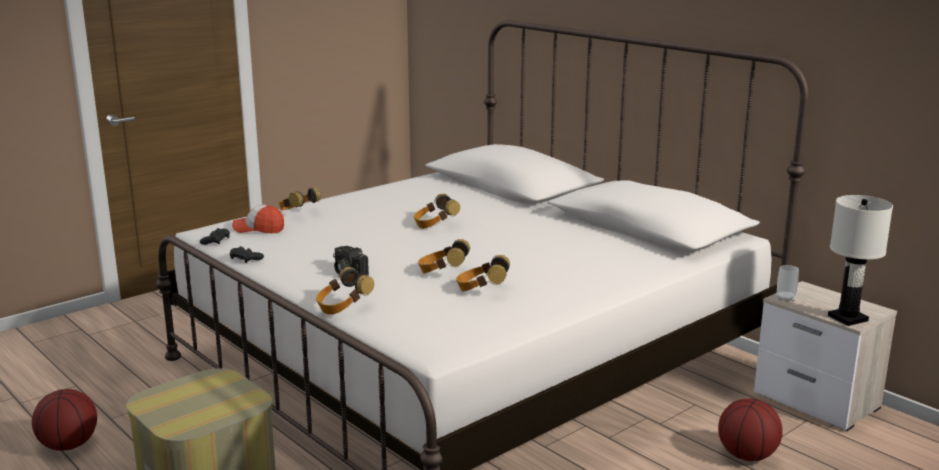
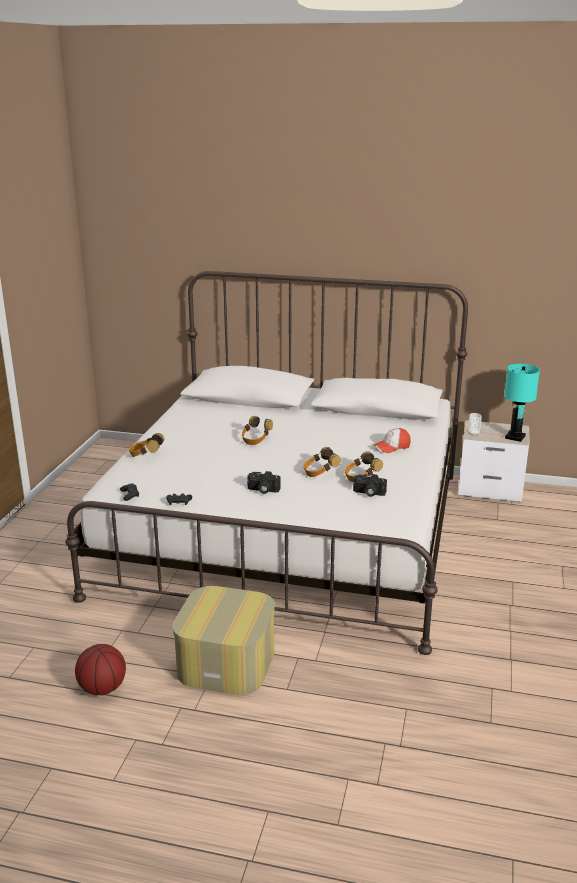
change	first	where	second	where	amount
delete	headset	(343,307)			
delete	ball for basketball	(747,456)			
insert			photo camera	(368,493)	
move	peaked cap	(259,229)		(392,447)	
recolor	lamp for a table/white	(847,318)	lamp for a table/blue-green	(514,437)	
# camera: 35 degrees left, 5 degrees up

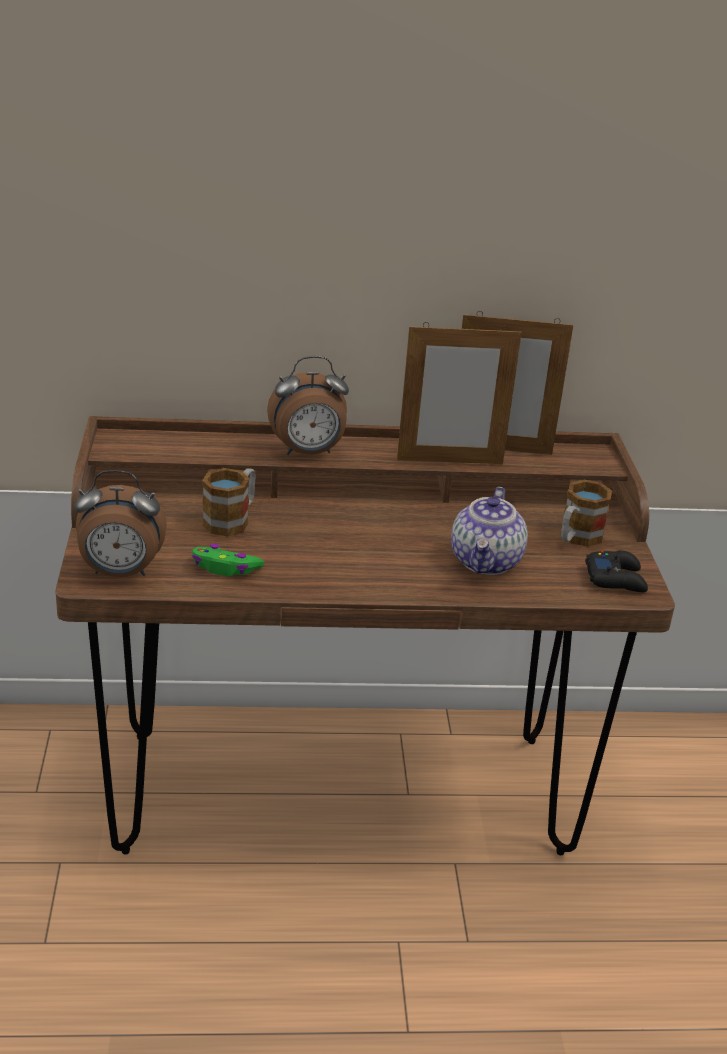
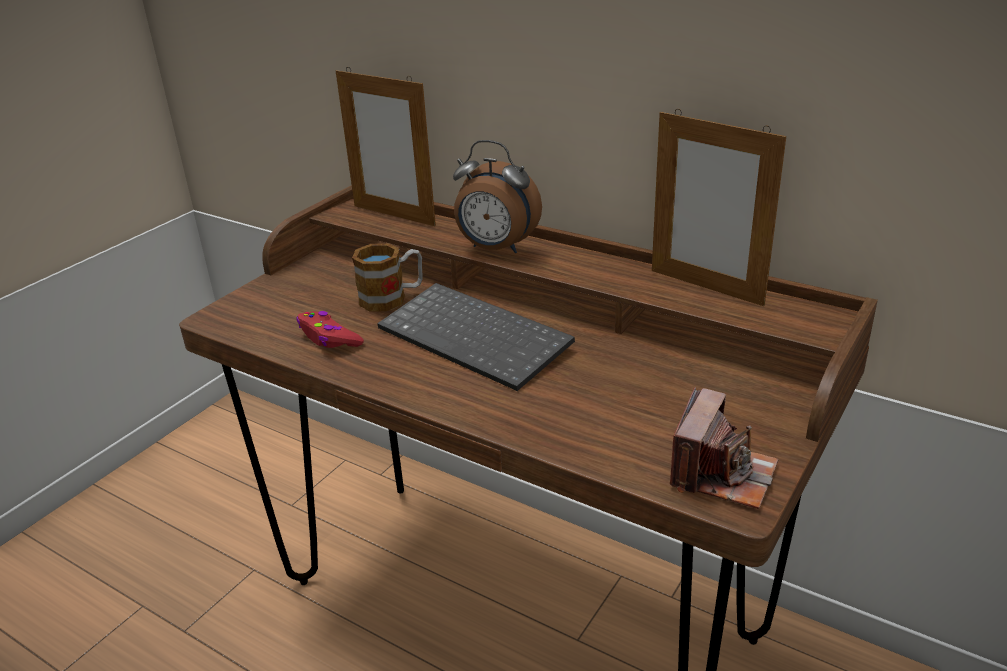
change	first	where	second	where	amount
delete	bedside clock	(120,573)			
delete	tea pot	(487,562)			
delete	coffee mug	(576,538)			
insert			keyboard	(478,338)	
move	standing frame	(450,461)		(394,215)	
replace	gamepad/blackish	(615,578)	photo camera	(721,474)	
recolor	gamepad/green	(225,568)	gamepad/red	(329,338)	
# camera: 40 degrees right, 0 degrees up

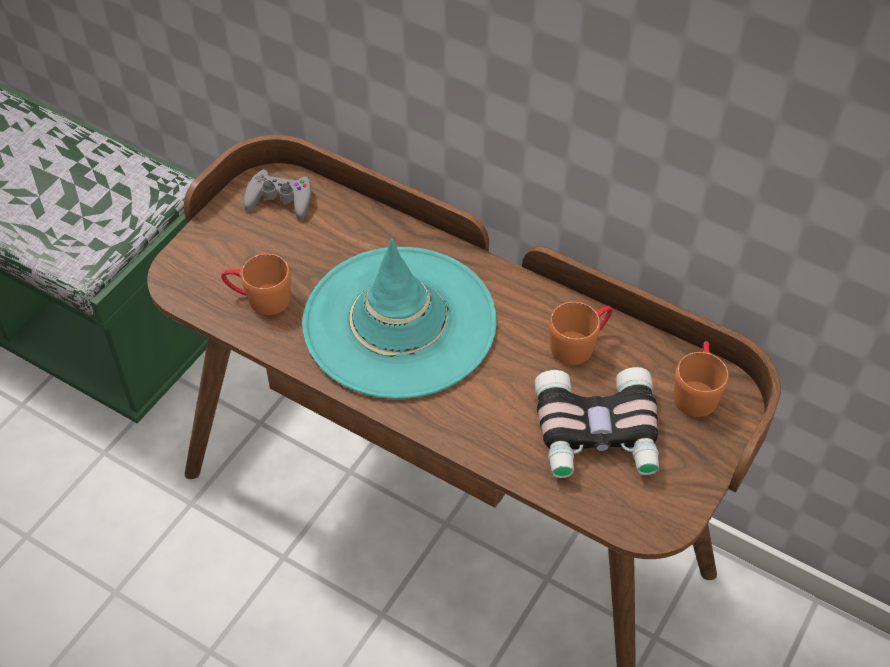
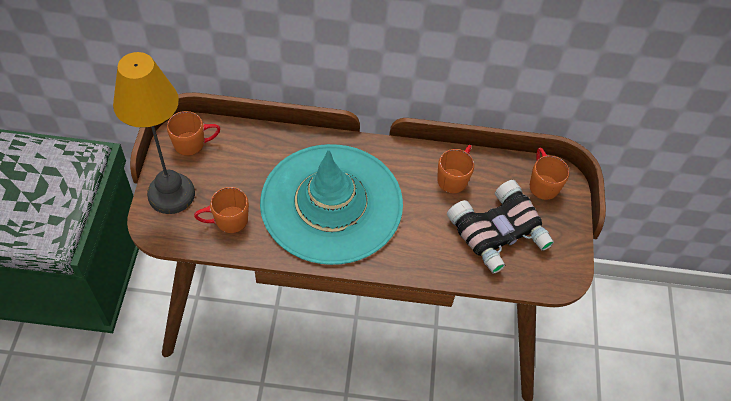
change	first	where	second	where	amount
insert			lamp for a table	(173,193)	
replace	gamepad/grey	(280,200)	coffee mug/orange	(196,142)	
# camera: 30 degrees left, 5 degrees up

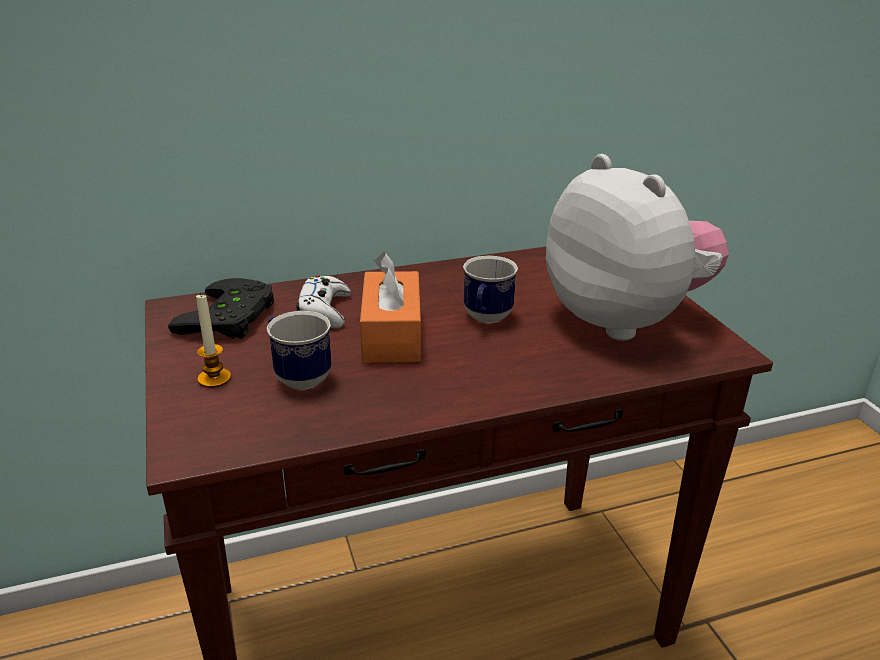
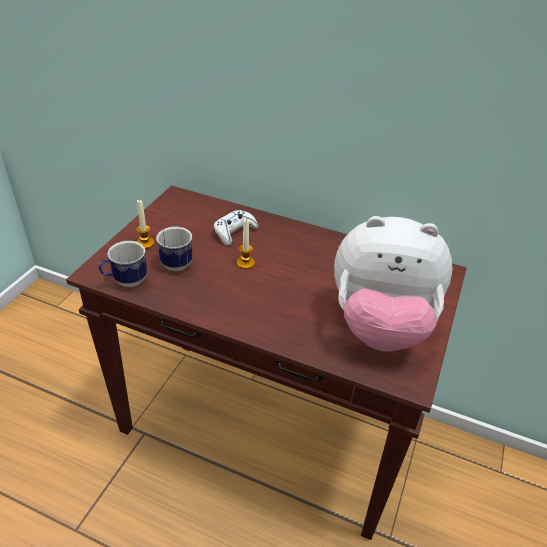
change	first	where	second	where	amount
delete	gamepad/blackish	(232,317)			
move	coffee mug	(486,319)		(126,282)	
replace	box of tissues/orange	(392,335)	candle	(245,263)	
rotate	plush toy	(624,320)		(380,325)	90 degrees clockwise
# camera: 40 degrees right, 10 degrees up

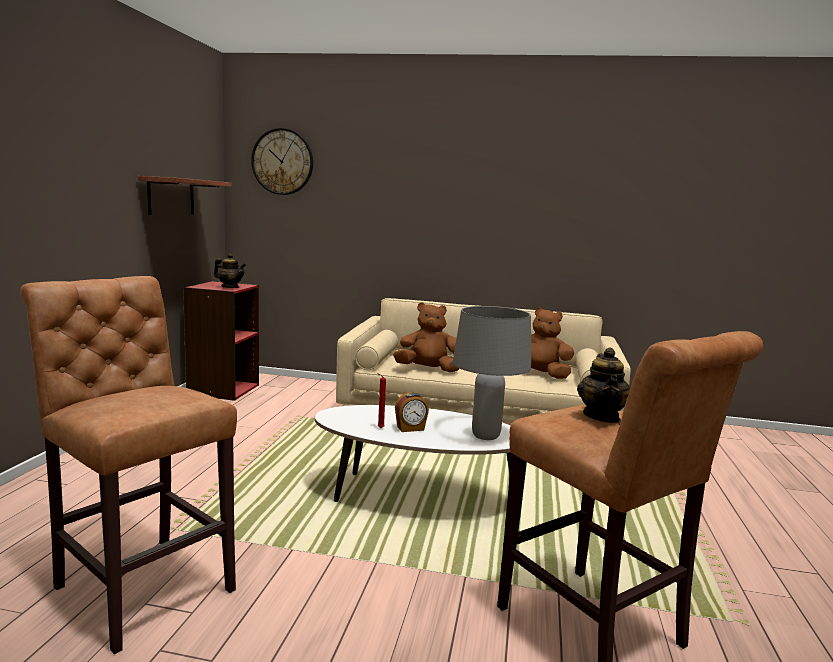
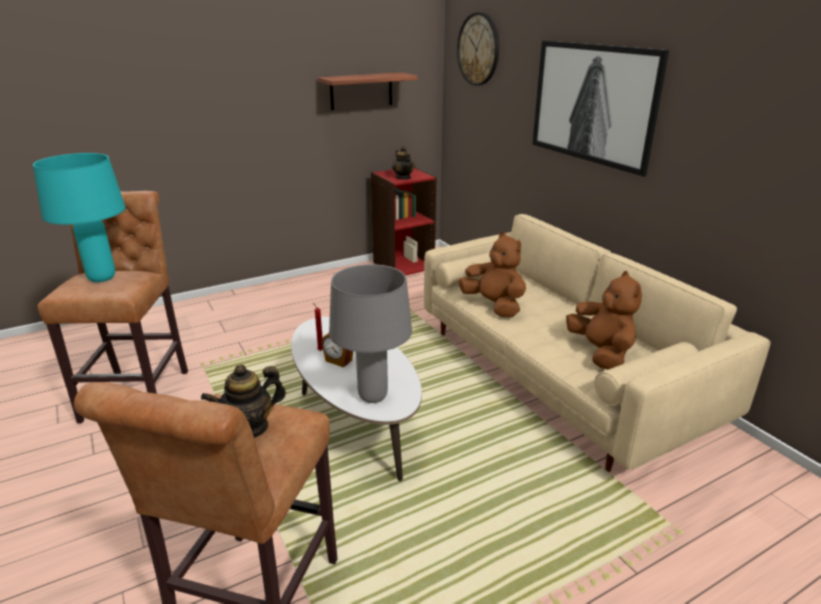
change	first	where	second	where	amount
insert			lamp for a table/blue-green	(102,278)	
insert			picture	(592,103)	
# camera: 50 degrees right, 15 degrees up

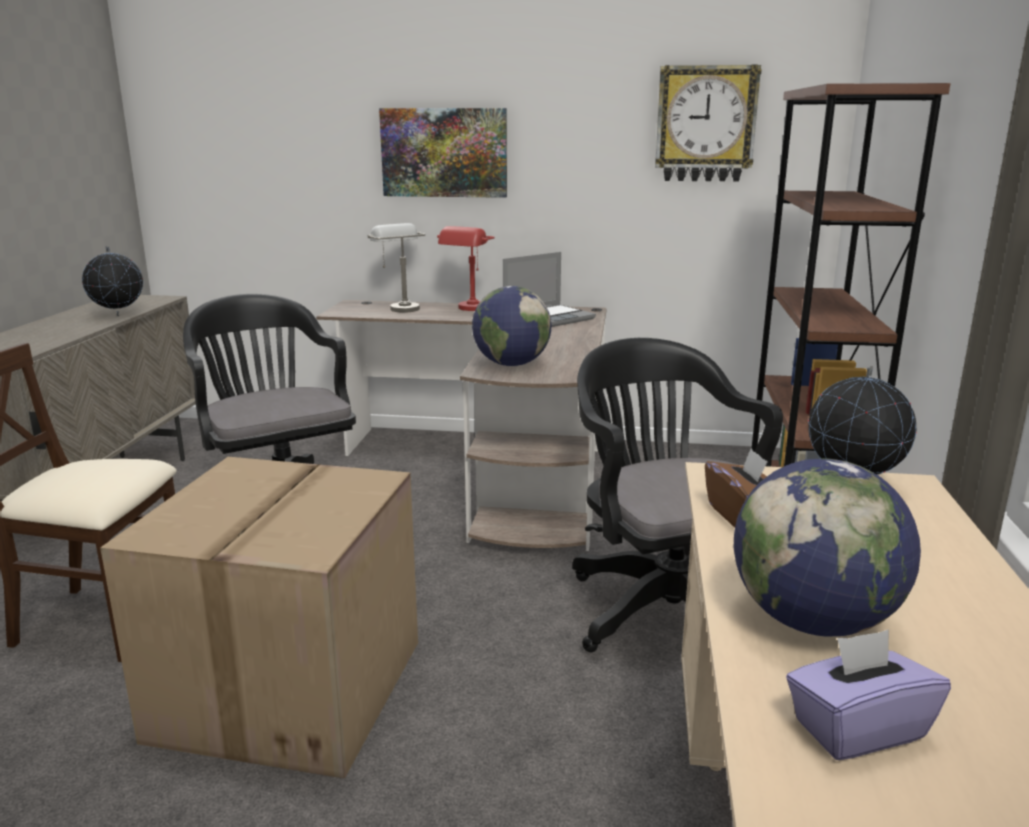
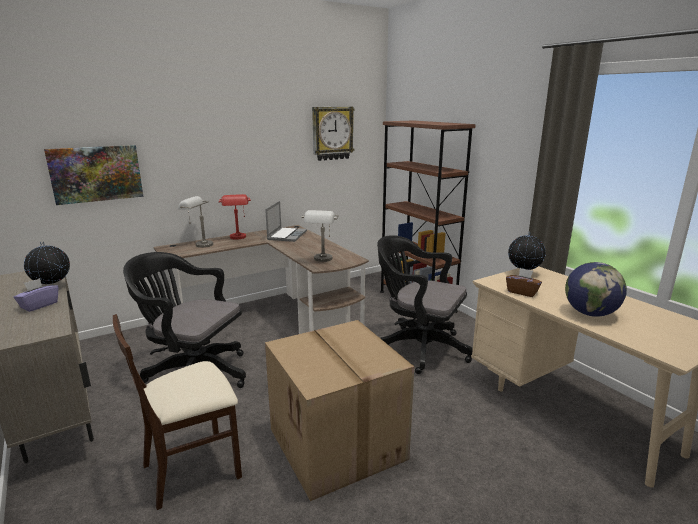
change	first	where	second	where	amount
move	picture	(444,153)		(96,173)	
move	box of tissues/purple-coloured	(857,728)		(39,305)	
replace	world globe	(511,364)	lamp for a table/grey	(322,261)	
# camera: 40 degrees left, 0 degrees up

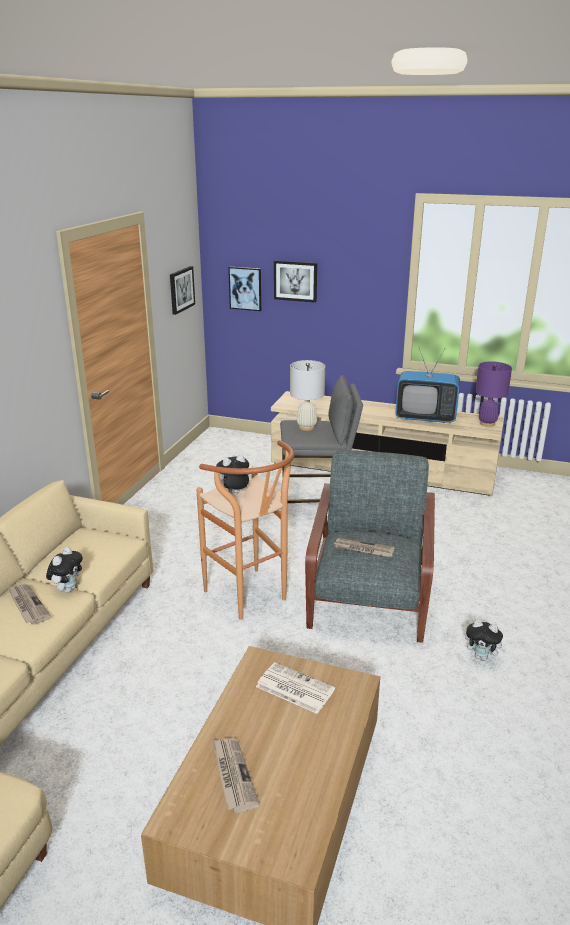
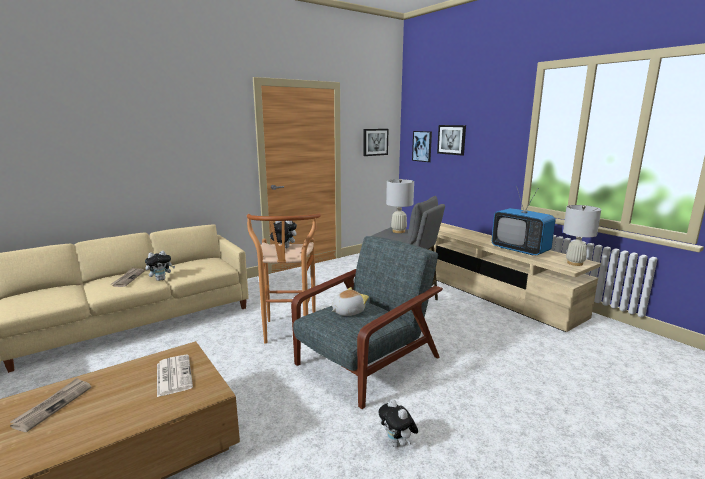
change	first	where	second	where	amount
replace	printed paper	(363,549)	plush toy	(347,312)	
recolor	lamp for a table/purple-coloured	(487,423)	lamp for a table/white	(575,263)	
# camera: 35 degrees right, 10 degrees down

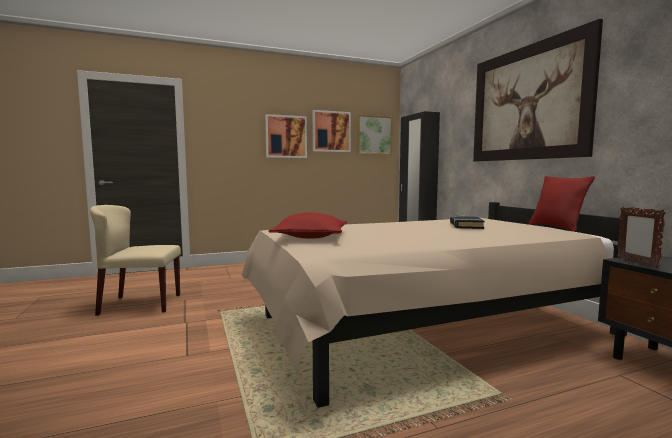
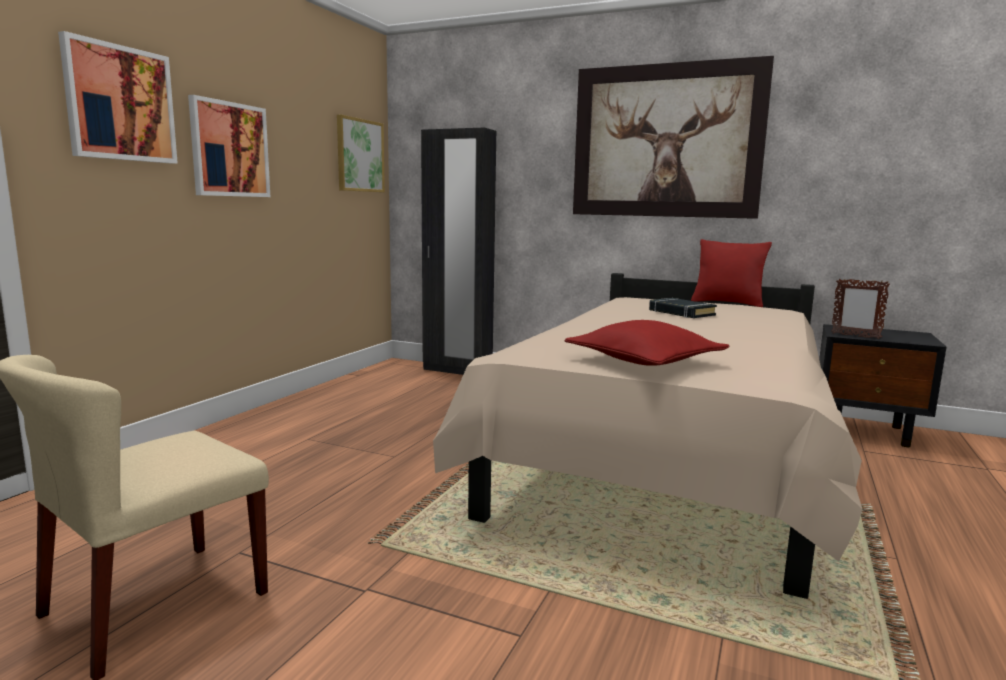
change	first	where	second	where	amount
move	picture	(331,131)		(120,103)	
# camera: 45 degrees left, 5 degrees up

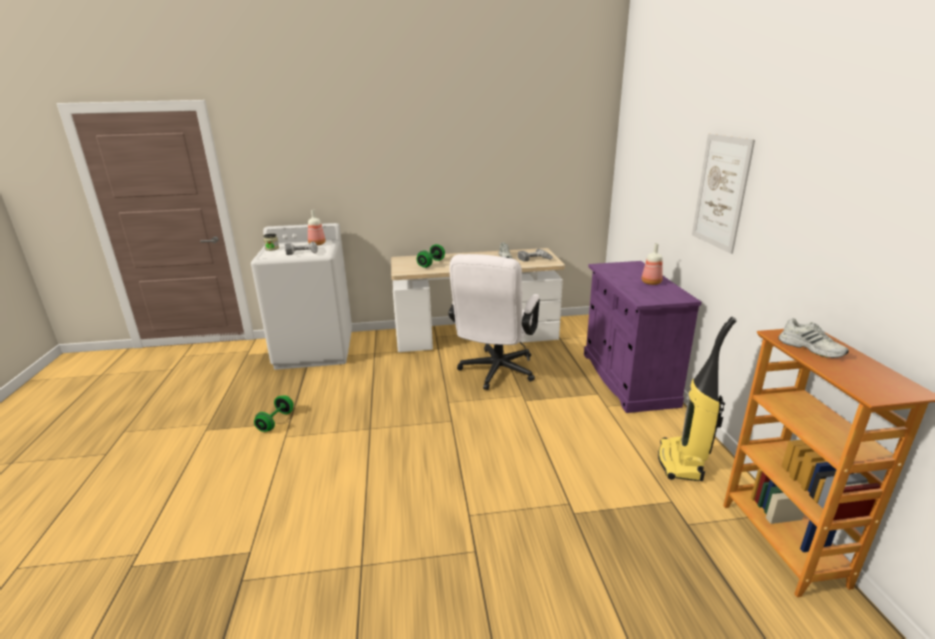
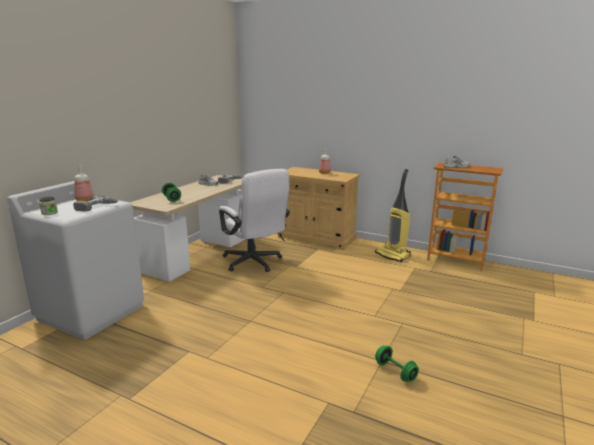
change	first	where	second	where	amount
delete	picture	(721,192)			
move	dumbbell/green	(276,421)		(395,372)	
recolor	cupboard/purple-coloured	(627,379)	cupboard/beige-coloured	(316,238)	
# camera: 55 degrees left, 5 degrees down

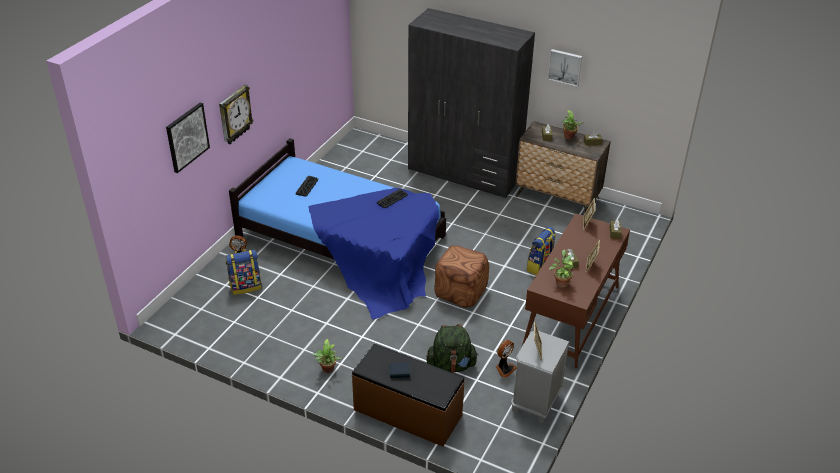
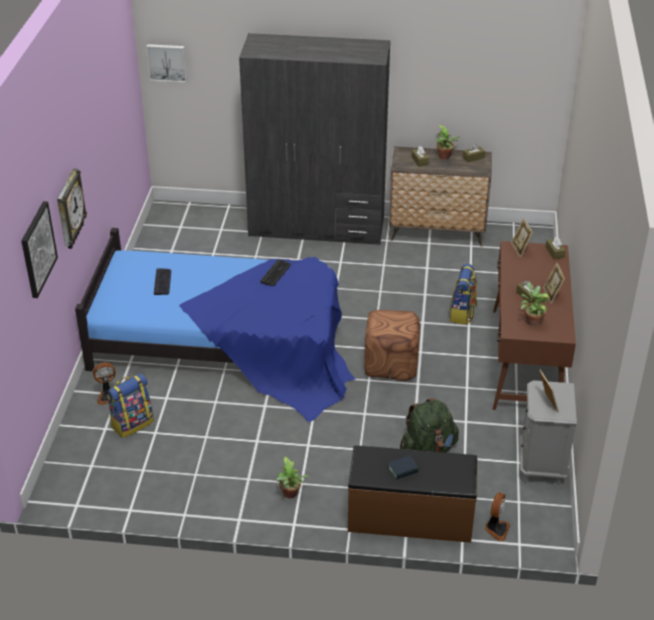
change	first	where	second	where	amount
move	electric fan	(504,368)		(496,529)	
move	picture	(565,67)		(167,62)	
# camera: 20 degrees left, 0 degrees up

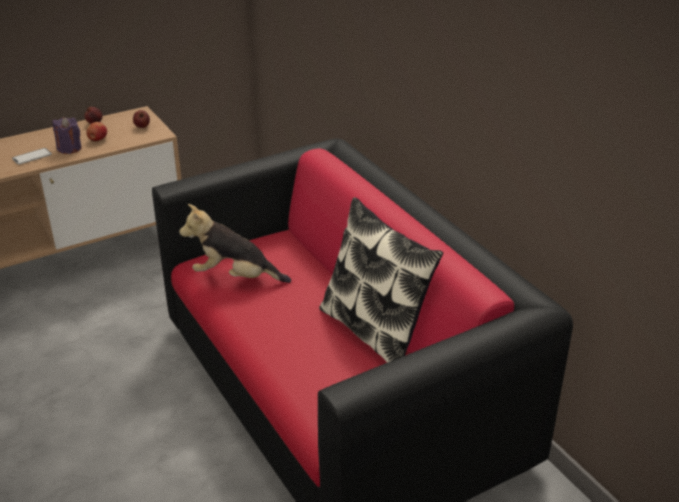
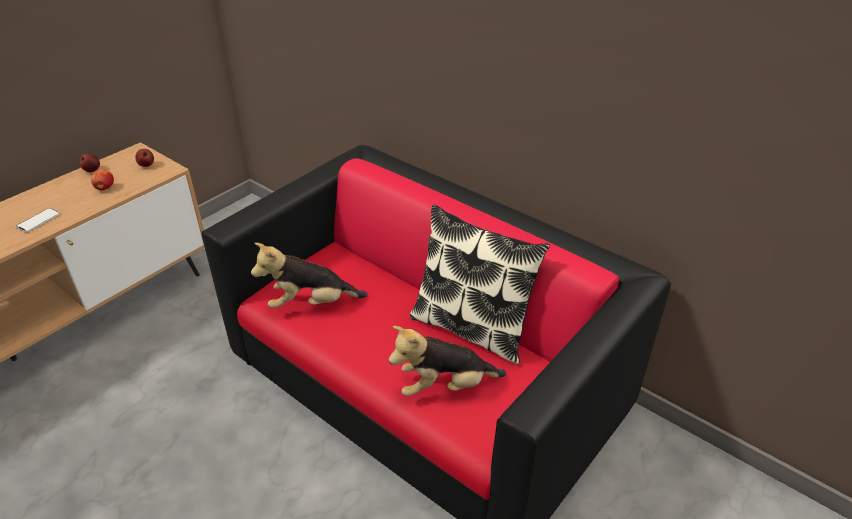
change	first	where	second	where	amount
delete	candle/purple-coloured	(69,148)			
insert			plush toy	(445,386)	
# camera: 20 degrees left, 5 degrees up

